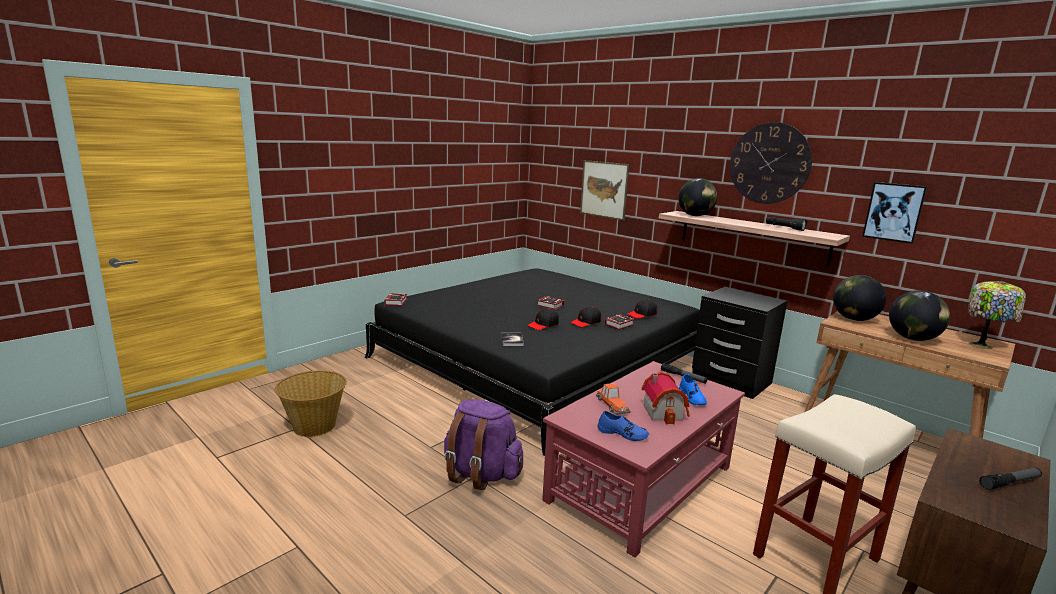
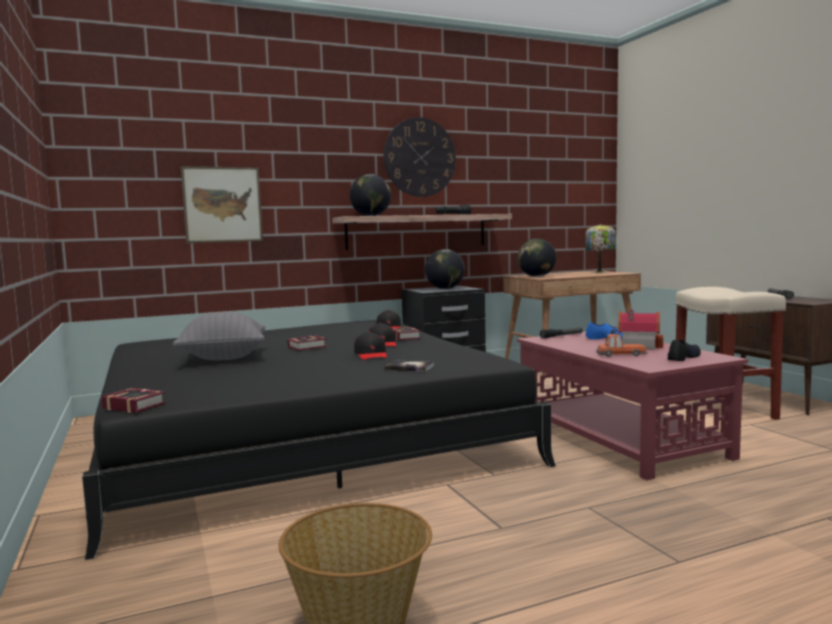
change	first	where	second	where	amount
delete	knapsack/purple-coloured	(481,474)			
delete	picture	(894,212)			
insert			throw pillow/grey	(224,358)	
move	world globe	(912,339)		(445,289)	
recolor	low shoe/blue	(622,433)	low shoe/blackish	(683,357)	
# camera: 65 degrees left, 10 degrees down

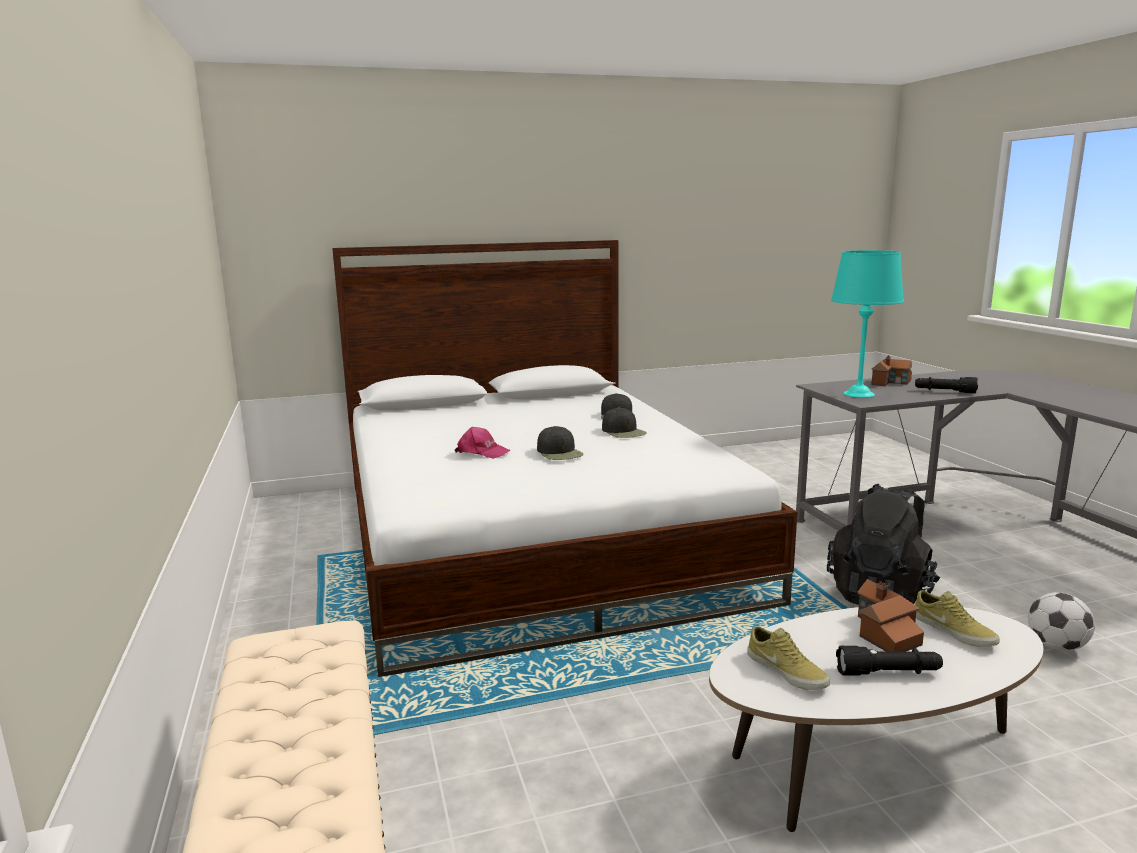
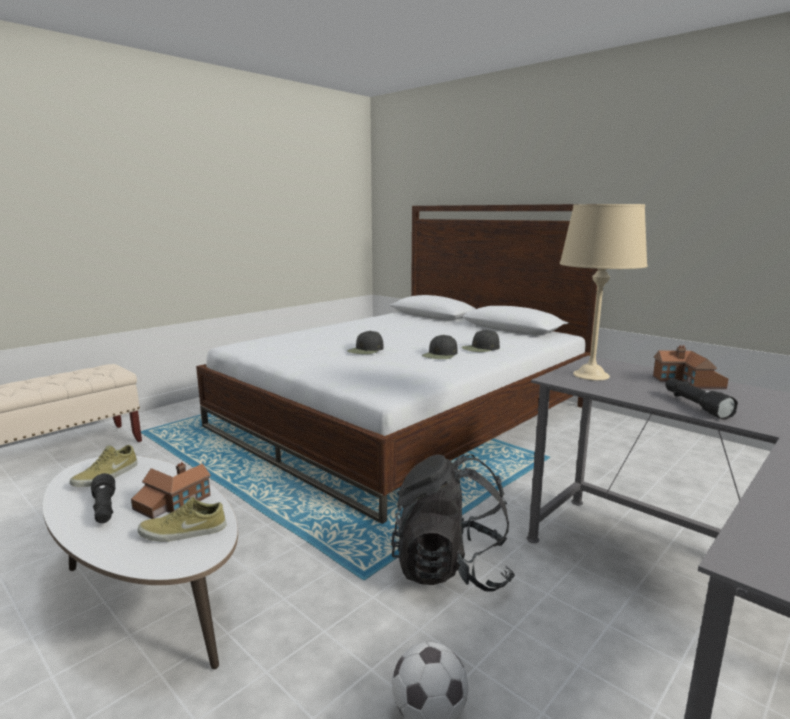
change	first	where	second	where	amount
delete	peaked cap/pink	(482,452)			
recolor	lamp for a table/blue-green	(858,394)	lamp for a table/beige-coloured	(590,375)	
rotate	low shoe/beige-coloured	(954,631)		(183,532)	45 degrees clockwise
# camera: 60 degrees right, 0 degrees up

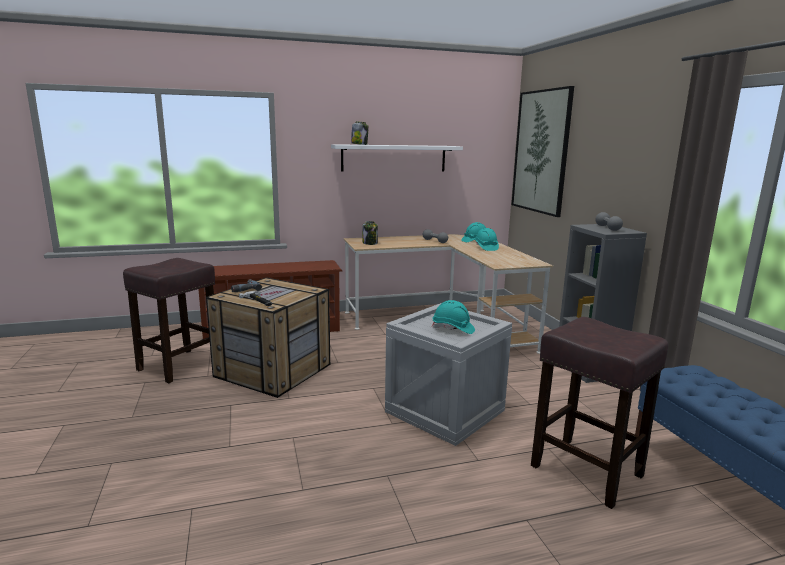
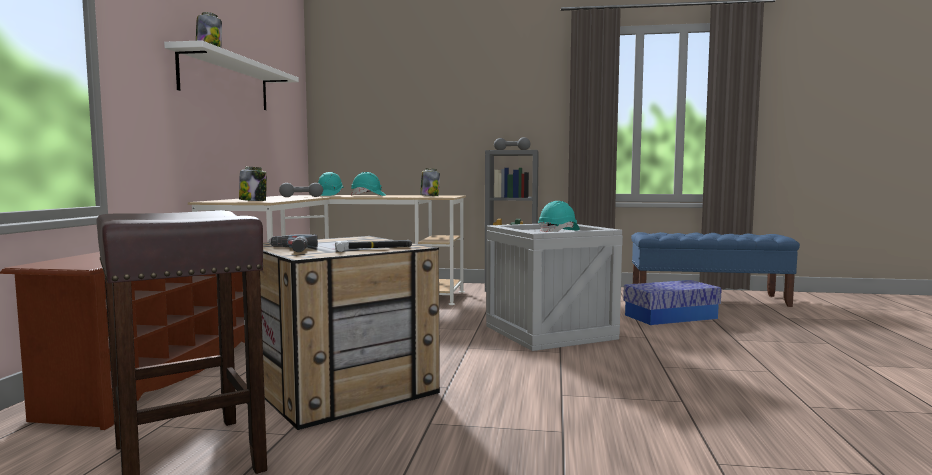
change	first	where	second	where	amount
delete	picture	(541,152)			
insert			preserve jar	(429,196)	
replace	sitting stool/brown	(584,470)	storage box	(670,317)	
# camera: 65 degrees left, 10 degrees down

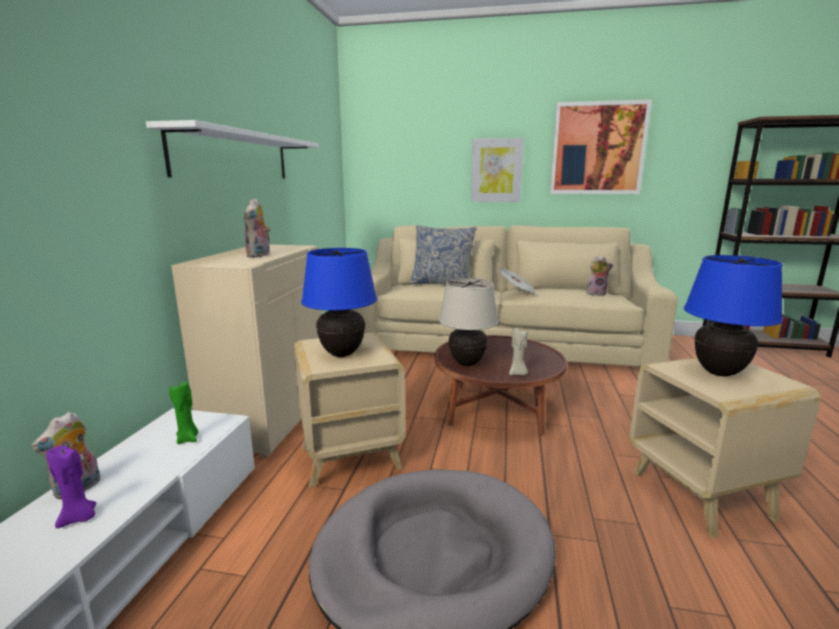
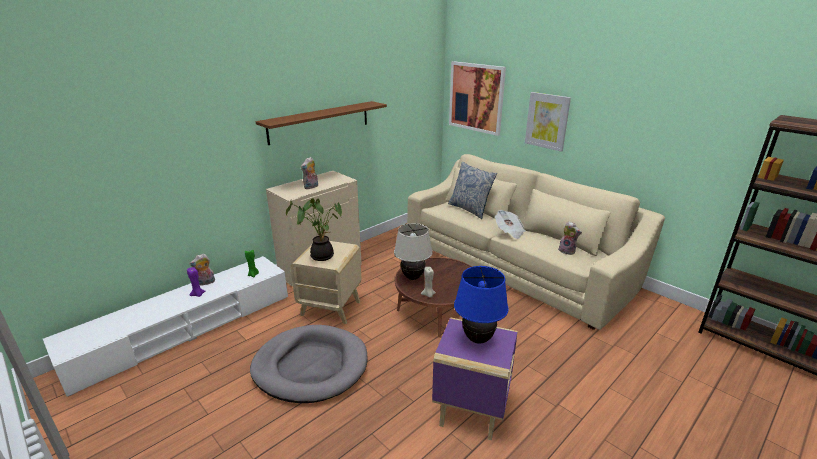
change	first	where	second	where	amount
move	picture	(598,148)		(476,97)	
replace	lamp for a table/blue	(342,354)	houseplant	(321,255)	
recolor	wall shelf/white	(235,156)	wall shelf/brown	(320,122)	
recolor	accent table/beige-coloured	(703,496)	accent table/purple-coloured	(472,408)	
# camera: 35 degrees right, 10 degrees up

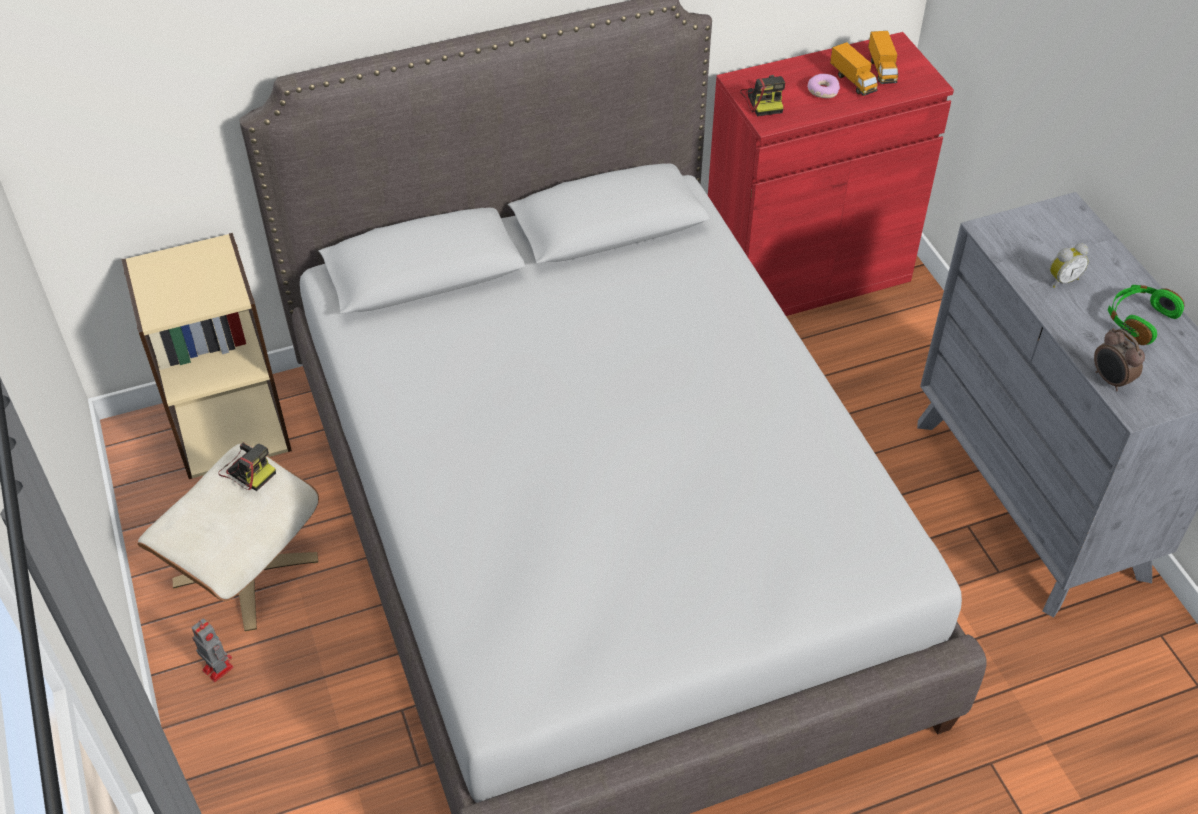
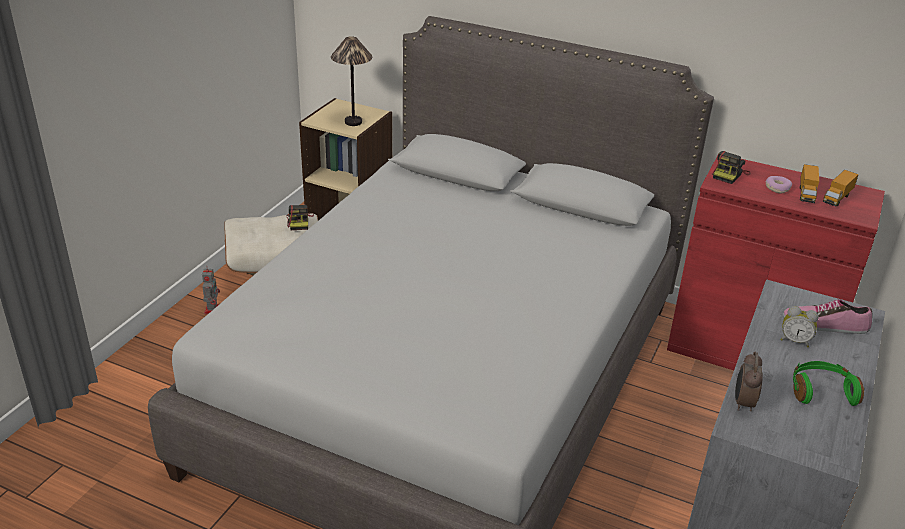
change	first	where	second	where	amount
insert			lamp for a table	(353,122)	
insert			low shoe	(825,324)	
# camera: 45 degrees right, 15 degrees down

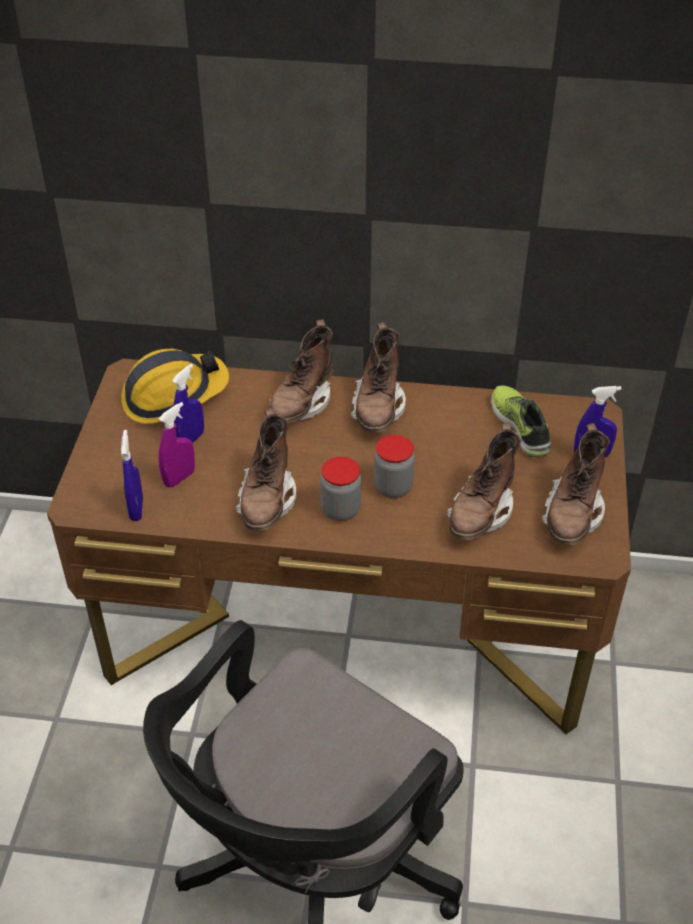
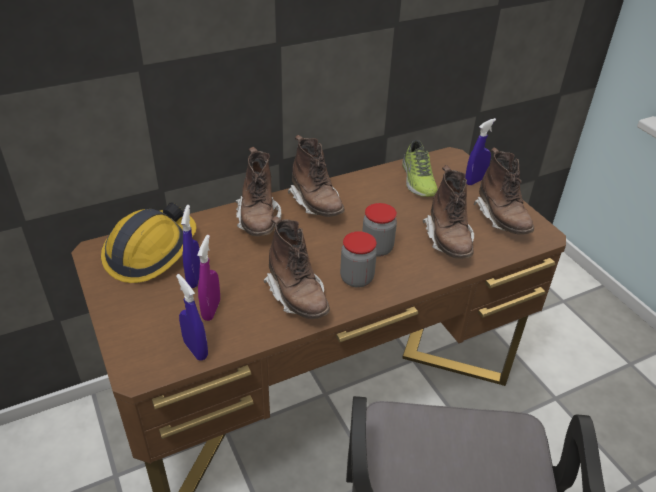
change	first	where	second	where	amount
rotate	low shoe	(521,426)		(417,180)	135 degrees counterclockwise
# camera: 35 degrees left, 5 degrees down

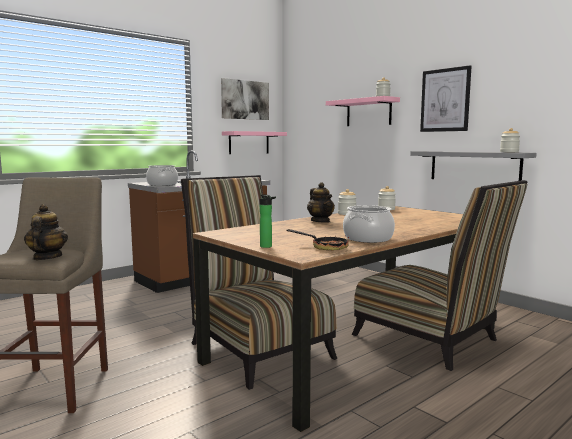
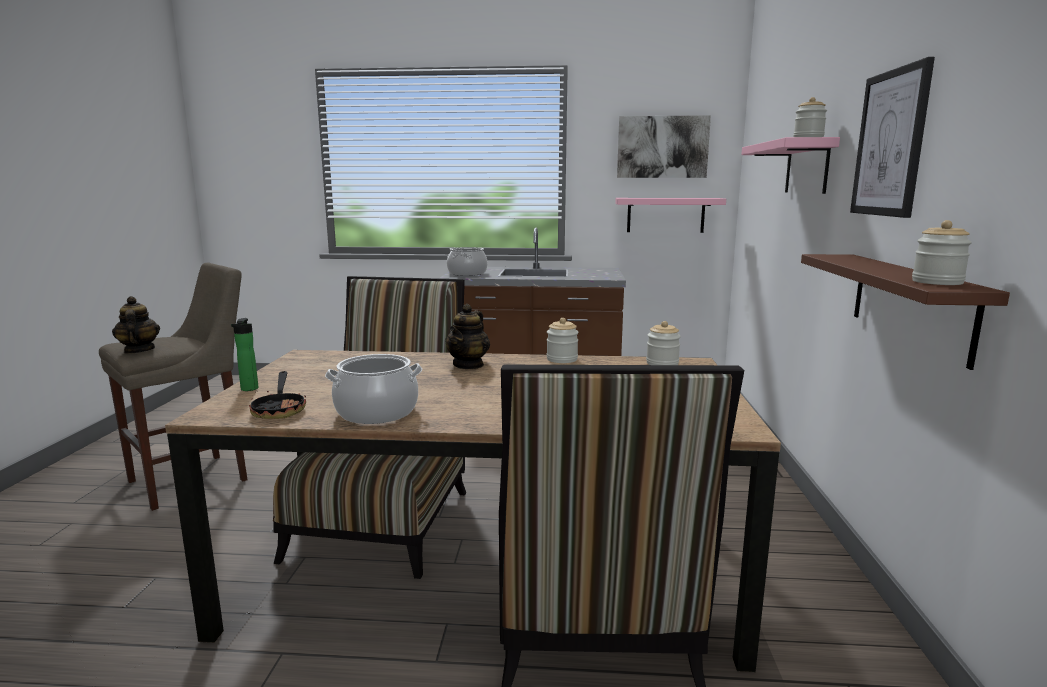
change	first	where	second	where	amount
recolor	wall shelf/grey	(474,166)	wall shelf/brown	(909,304)	
rotate	tea pot	(47,257)		(139,350)	60 degrees counterclockwise
# camera: 45 degrees right, 5 degrees up

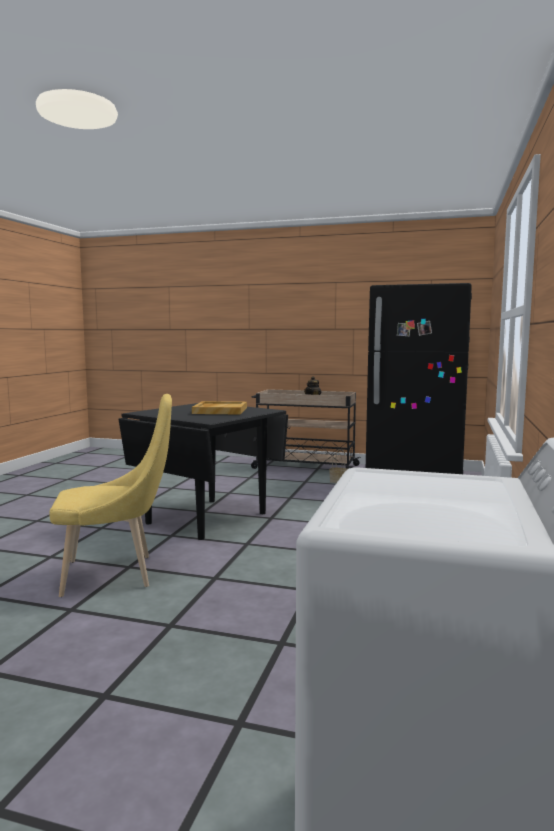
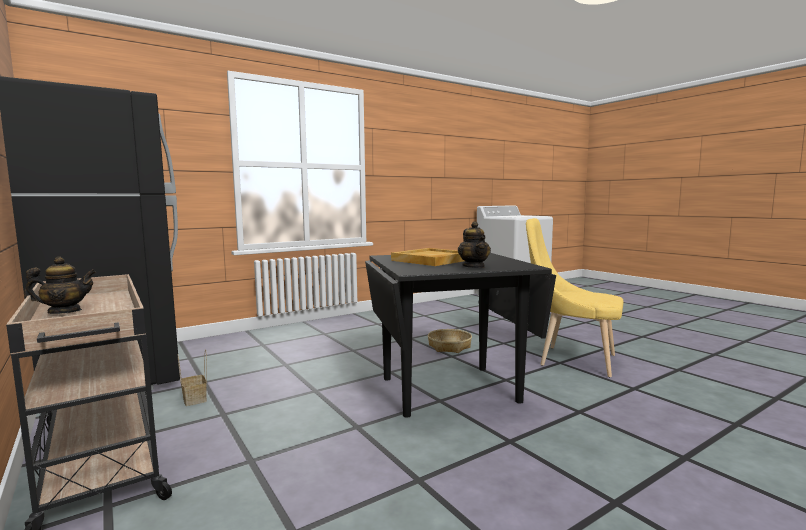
change	first	where	second	where	amount
insert			storage basket	(449,346)	
insert			tea pot	(474,267)	
# camera: 140 degrees left, 0 degrees up

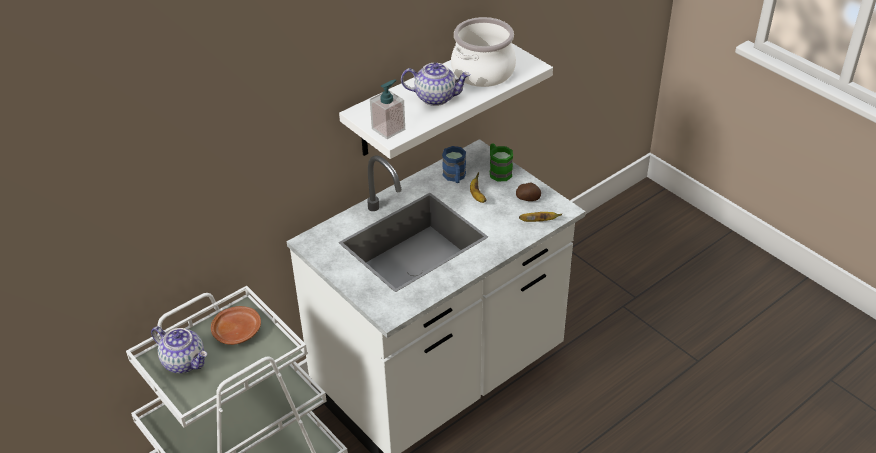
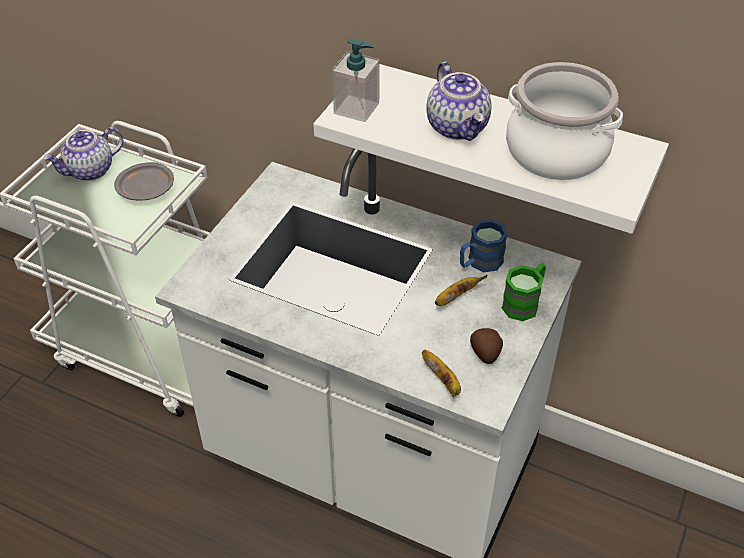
change	first	where	second	where	amount
recolor	dinner plate/brown	(237,331)	dinner plate/grey	(147,189)	
rotate	tea pot	(184,361)		(90,171)	45 degrees clockwise
# camera: 65 degrees right, 5 degrees up

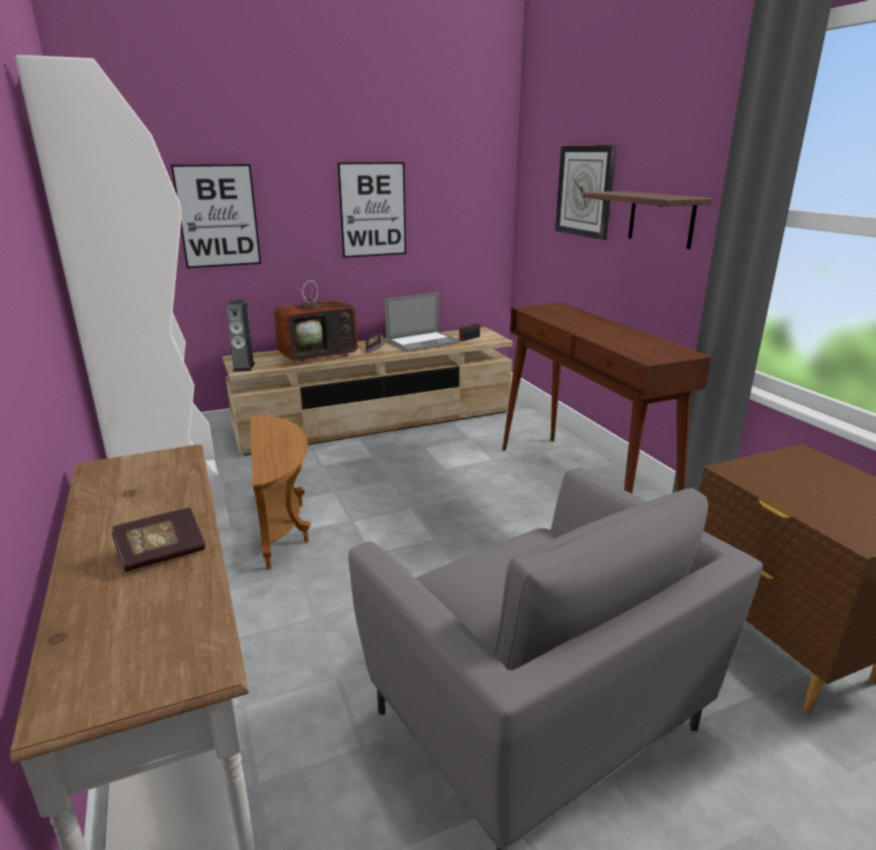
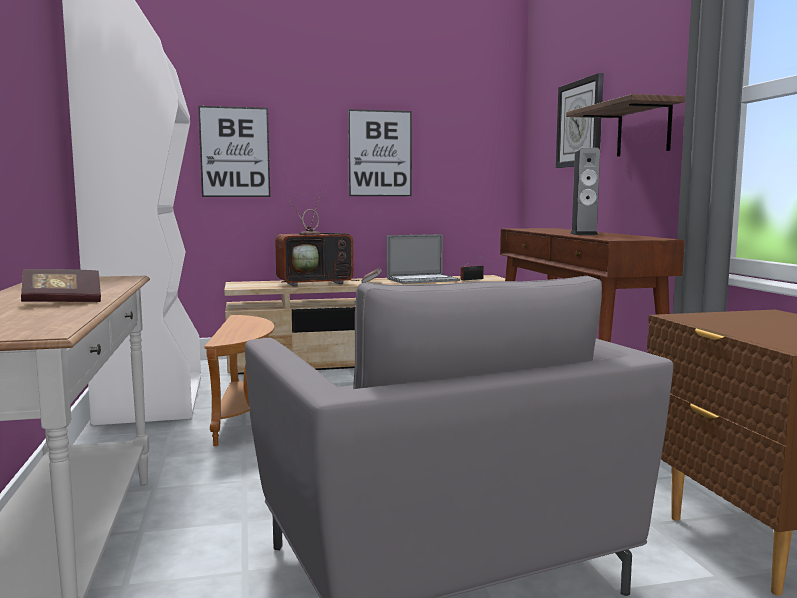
change	first	where	second	where	amount
move	loudspeaker	(244,367)		(583,234)	
# camera: 10 degrees right, 15 degrees down

